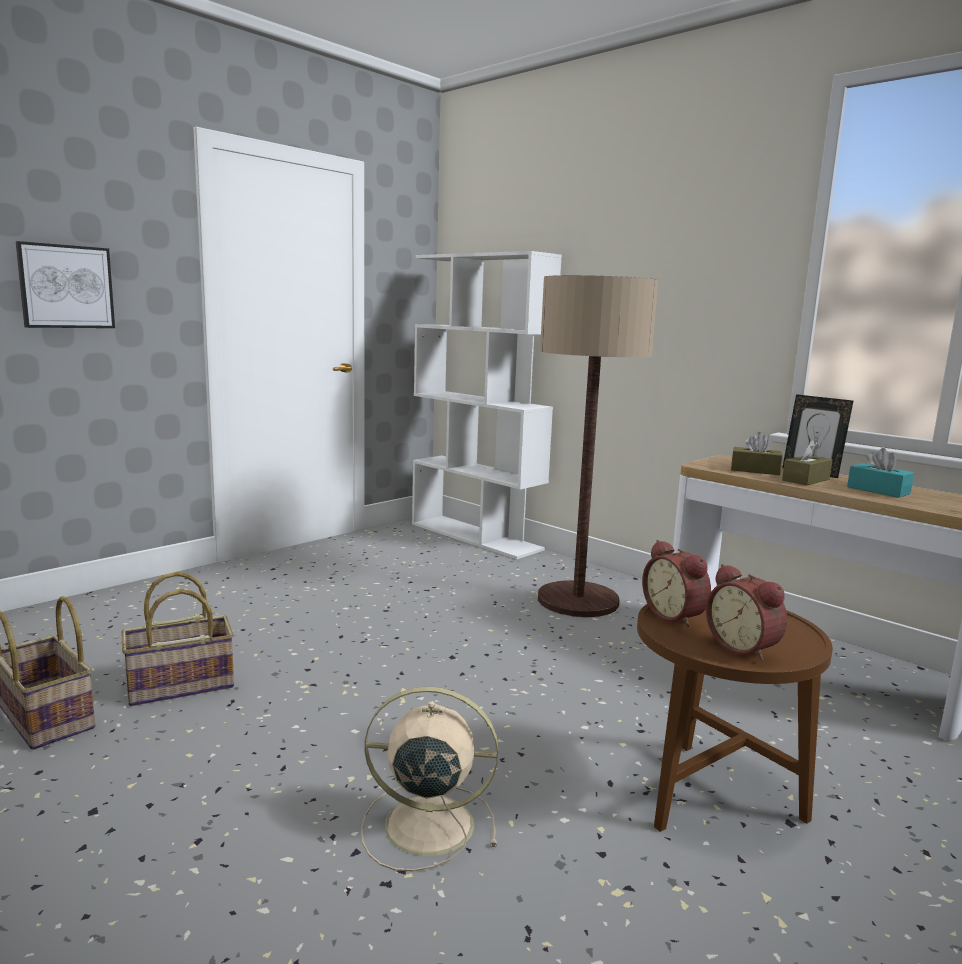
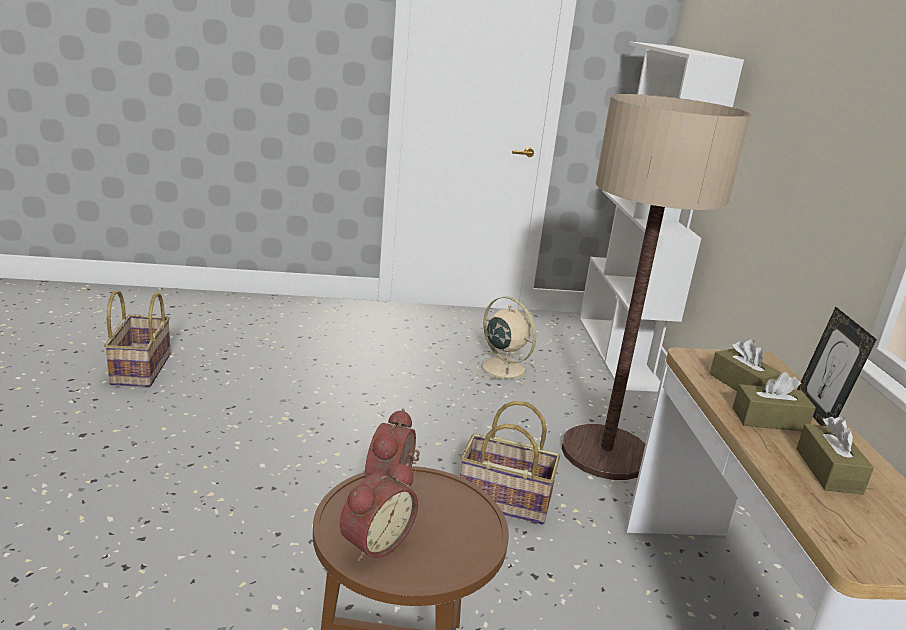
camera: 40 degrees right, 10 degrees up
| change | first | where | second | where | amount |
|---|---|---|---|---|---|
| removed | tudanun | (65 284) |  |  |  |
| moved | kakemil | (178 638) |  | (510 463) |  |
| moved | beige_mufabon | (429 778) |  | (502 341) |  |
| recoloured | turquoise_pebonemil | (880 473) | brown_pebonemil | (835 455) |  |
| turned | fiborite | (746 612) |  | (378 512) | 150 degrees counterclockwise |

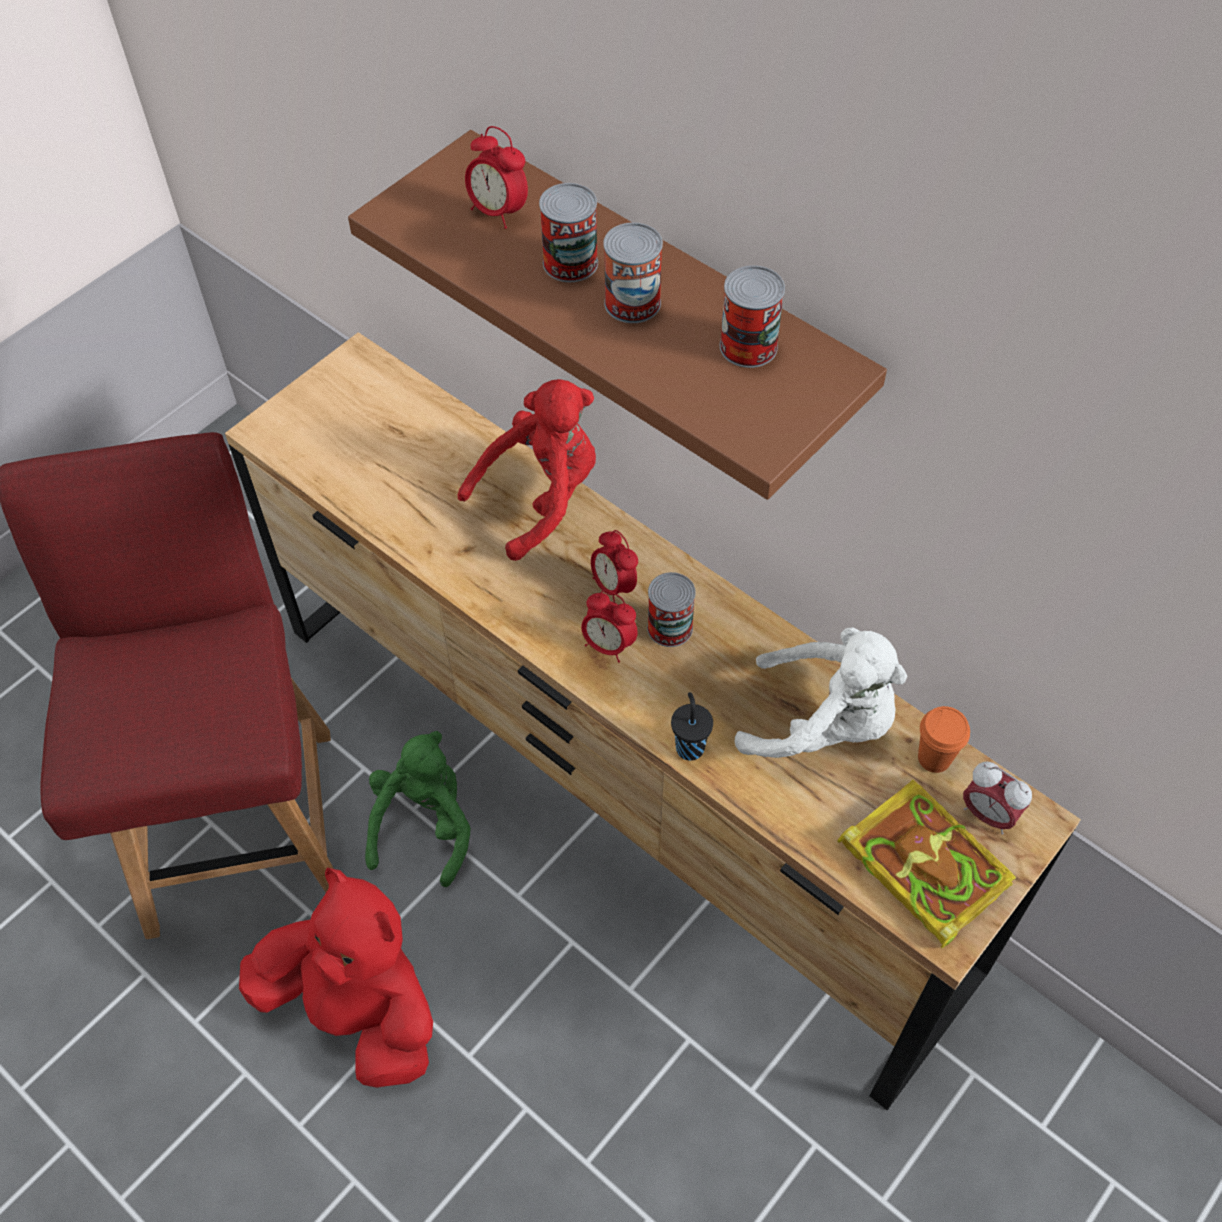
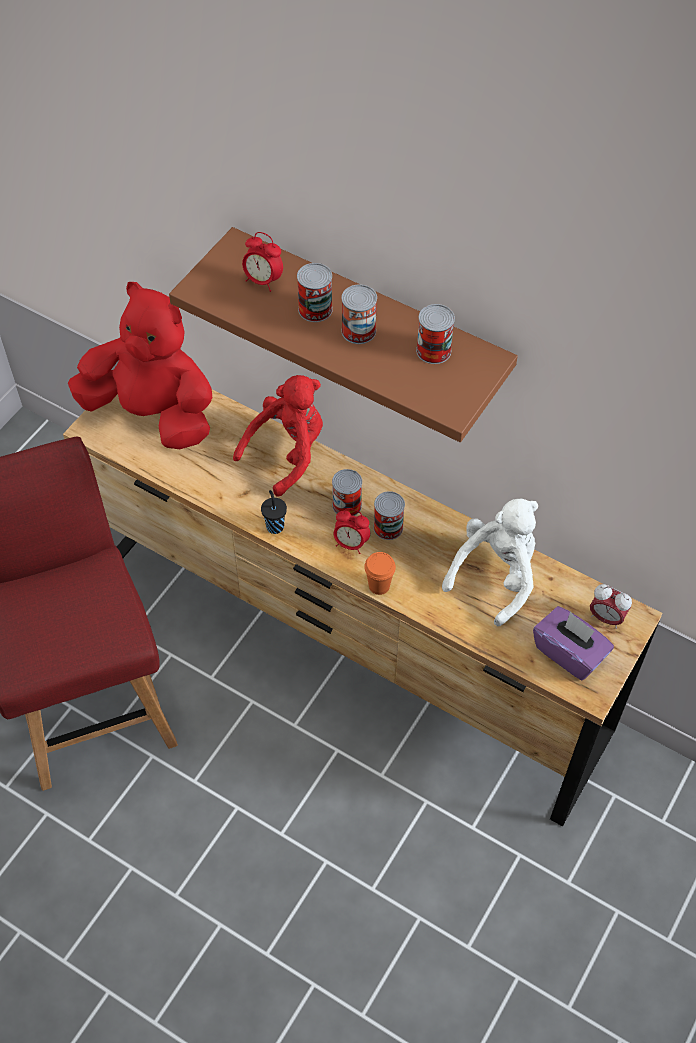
camera: 10 degrees left, 0 degrees up
| change | first | where | second | where | amount |
|---|---|---|---|---|---|
| removed | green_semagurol | (418 809) |  |  |  |
| moved | red_semagurol | (336 978) |  | (140 365) |  |
| moved | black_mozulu | (692 726) |  | (274 512) |  |
| moved | orange_mozulu | (944 739) |  | (380 573) |  |
| replaced | fiborite | (614 566) | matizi | (347 492) |  |
| replaced | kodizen | (926 863) | purple_pebonemil | (573 643) |  |
| turned | white_semagurol | (821 692) |  | (490 562) | 60 degrees counterclockwise |

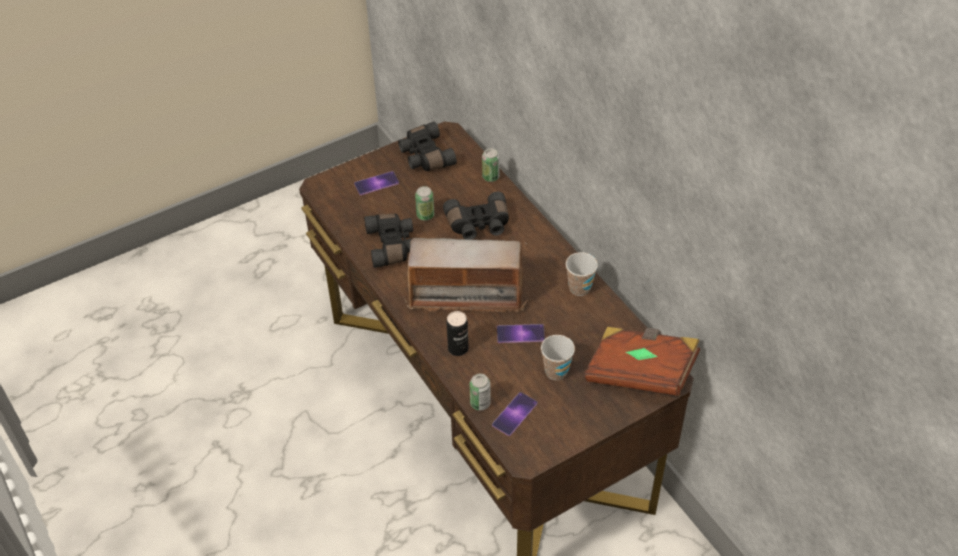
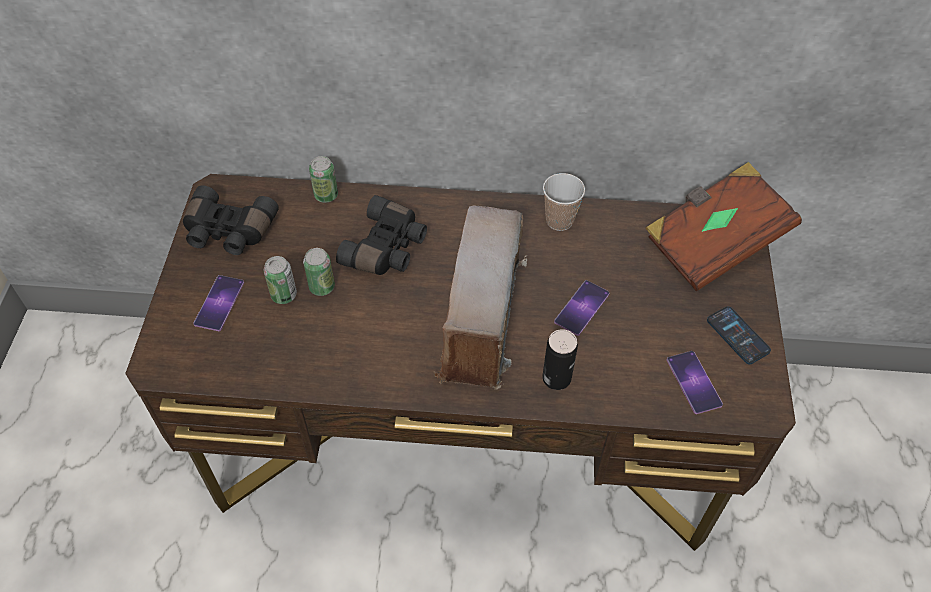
camera: 55 degrees left, 5 degrees up
| change | first | where | second | where | amount |
|---|---|---|---|---|---|
| removed | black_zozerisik | (388 241) |  |  |  |
| removed | mozulu | (558 357) |  |  |  |
| added |  |  | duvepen | (739 335) |  |
| moved | matizi | (480 392) |  | (280 280) |  |
| turned | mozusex | (465 275) |  | (480 298) | 150 degrees clockwise |

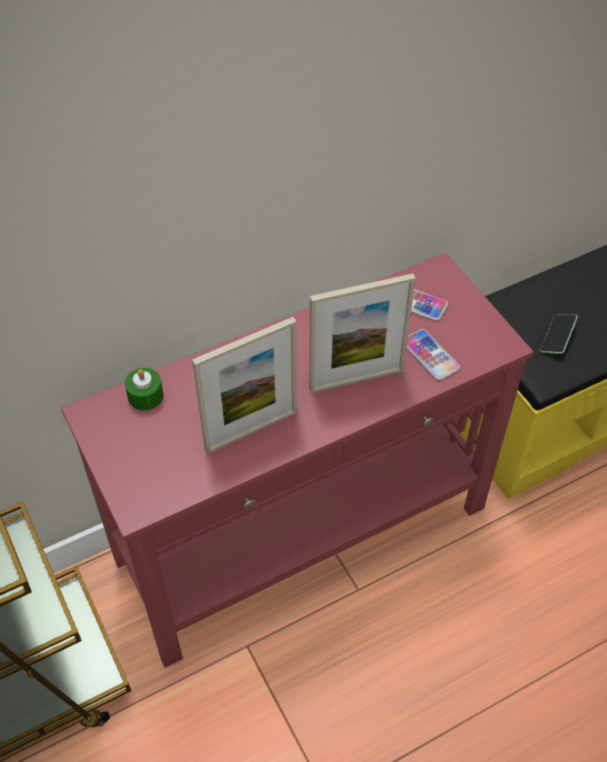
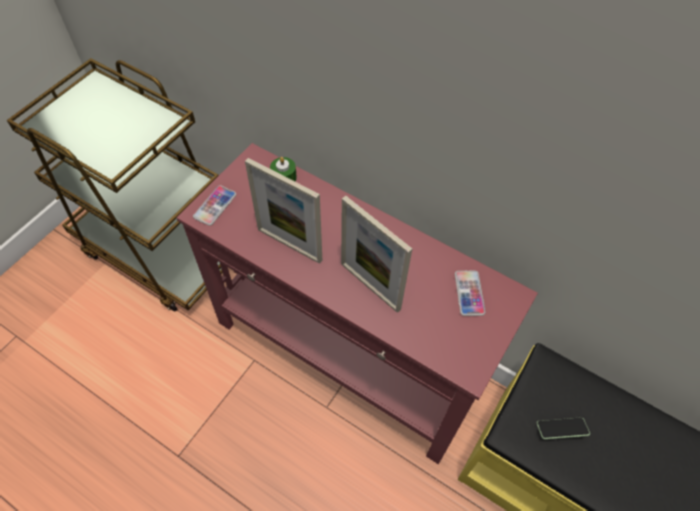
camera: 60 degrees right, 5 degrees up
| change | first | where | second | where | amount |
|---|---|---|---|---|---|
| moved | duvepen | (433 354) |  | (214 205) |  |

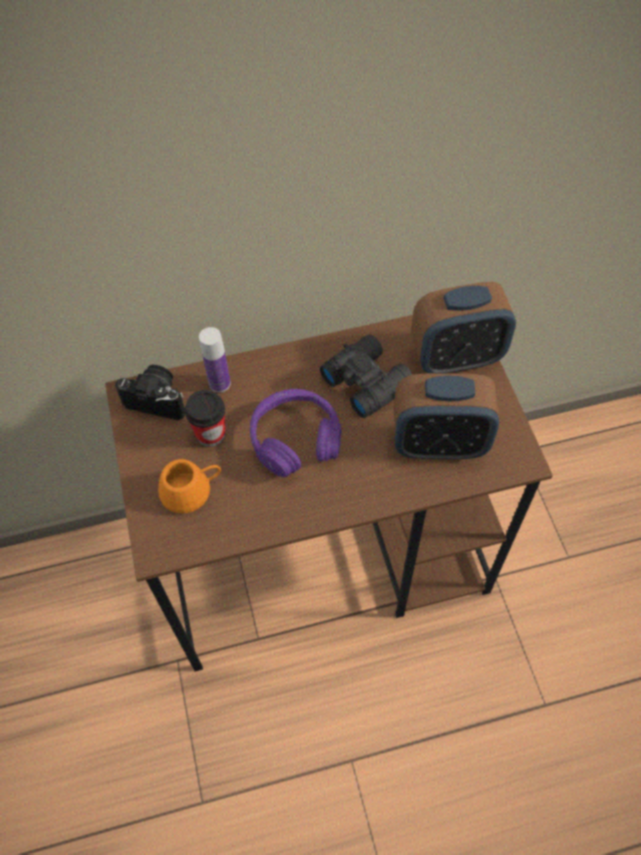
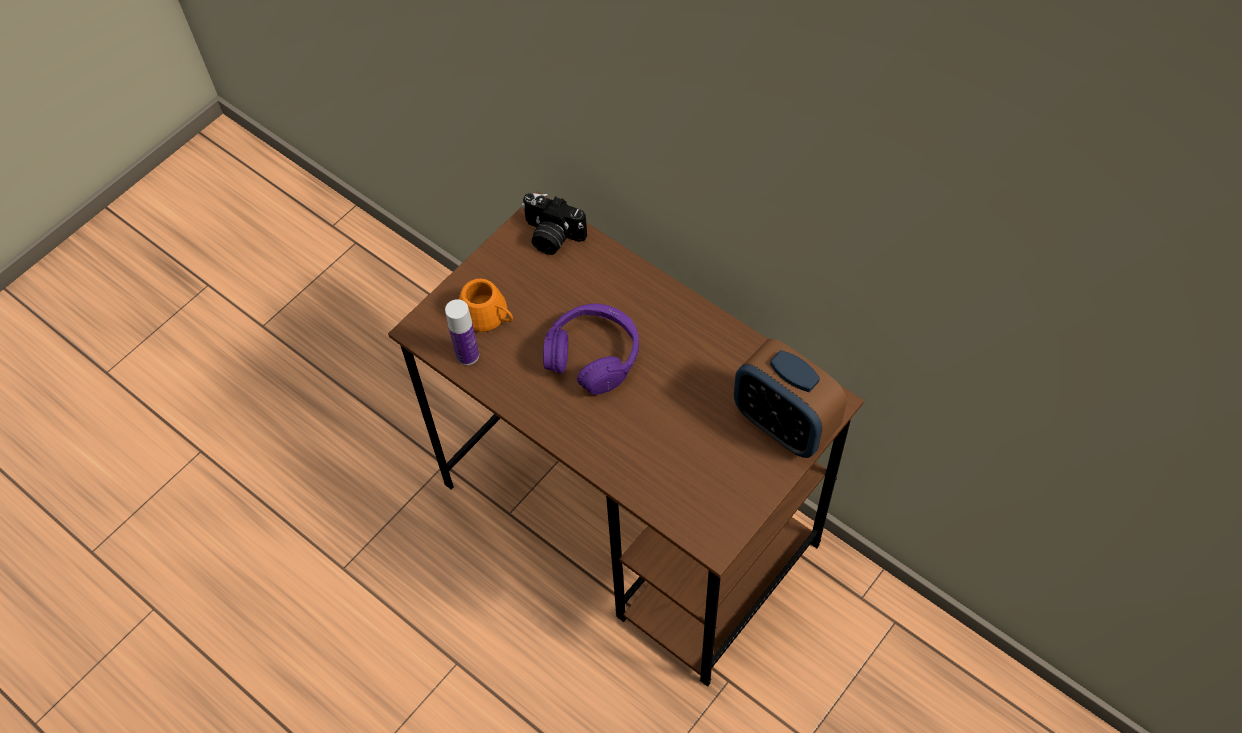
camera: 55 degrees right, 0 degrees up
| change | first | where | second | where | amount |
|---|---|---|---|---|---|
| removed | mozulu | (205 418) |  |  |  |
| removed | black_zozerisik | (366 376) |  |  |  |
| removed | fiborite | (446 416) |  |  |  |
| moved | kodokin | (215 359) |  | (462 332) |  |
| turned | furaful | (150 392) |  | (554 224) | 135 degrees clockwise |

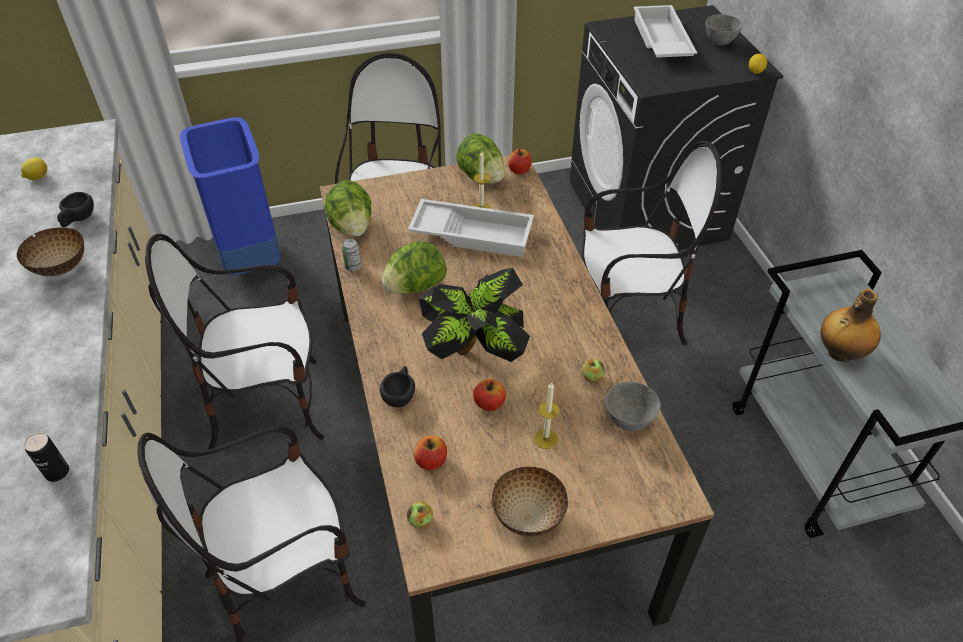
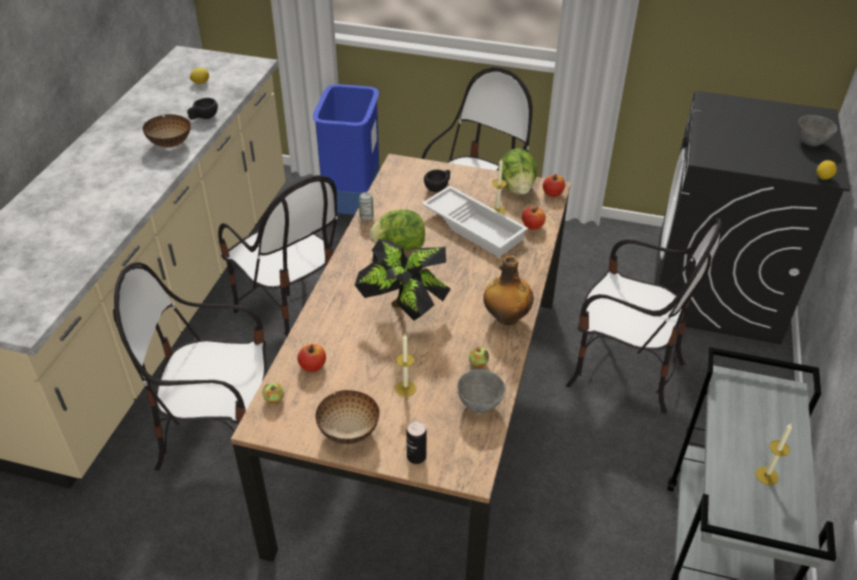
camera: 30 degrees right, 5 degrees down
| change | first | where | second | where | amount |
|---|---|---|---|---|---|
| removed | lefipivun | (347 208) |  |  |  |
| removed | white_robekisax | (665 31) |  |  |  |
| added |  |  | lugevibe | (774 454) |  |
| moved | matizi | (46 457) |  | (416 442) |  |
| moved | black_mozulu | (397 386) |  | (437 180) |  |
| moved | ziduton | (489 395) |  | (534 218) |  |
| moved | kodokin | (850 325) |  | (508 290) |  |
| turned | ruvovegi | (234 342) |  | (278 256) | 150 degrees counterclockwise |

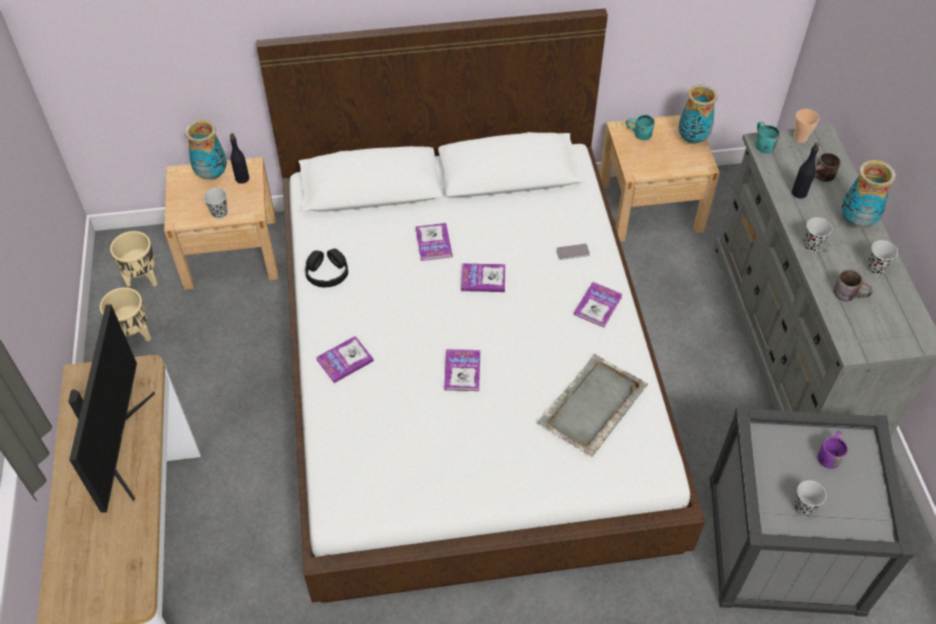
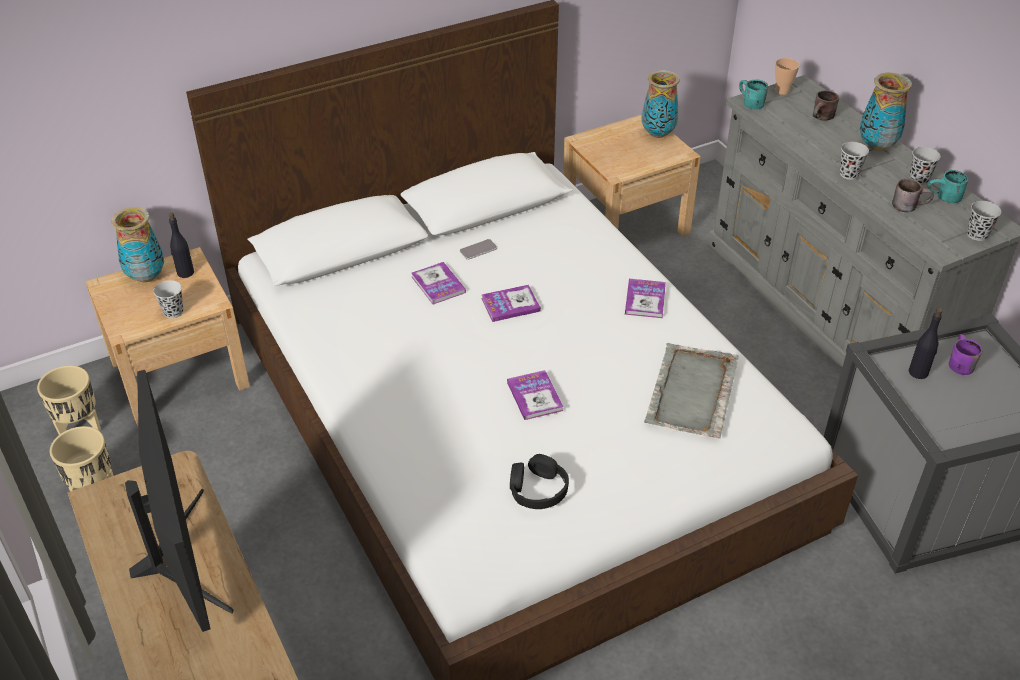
camera: 20 degrees left, 10 degrees down
| change | first | where | second | where | amount |
|---|---|---|---|---|---|
| removed | kodizen | (345 359) |  |  |  |
| moved | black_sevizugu | (326 267) |  | (539 481) |  |
| moved | duvepen | (573 251) |  | (478 249) |  |
| moved | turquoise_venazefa | (640 127) |  | (948 186) |  |
| moved | black_kodokin | (805 170) |  | (925 343) |  |
| moved | black_mozulu | (810 498) |  | (984 221) |  |

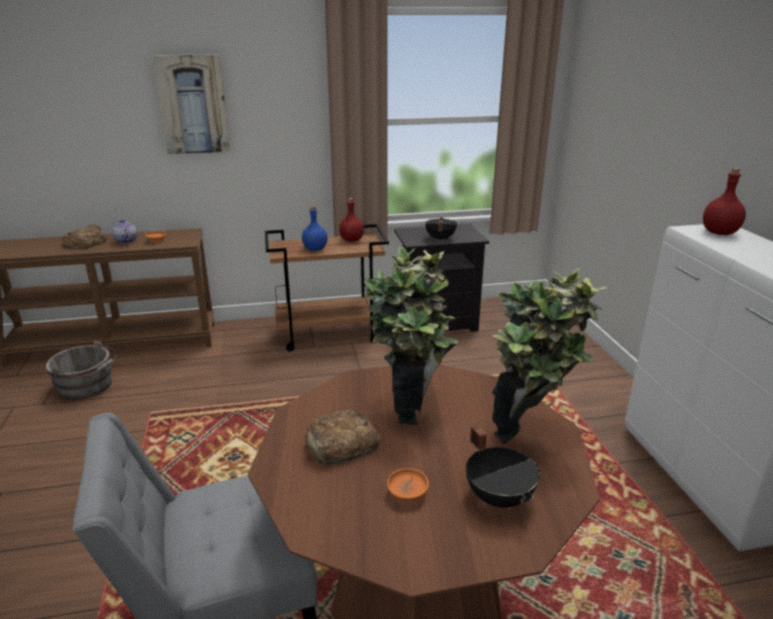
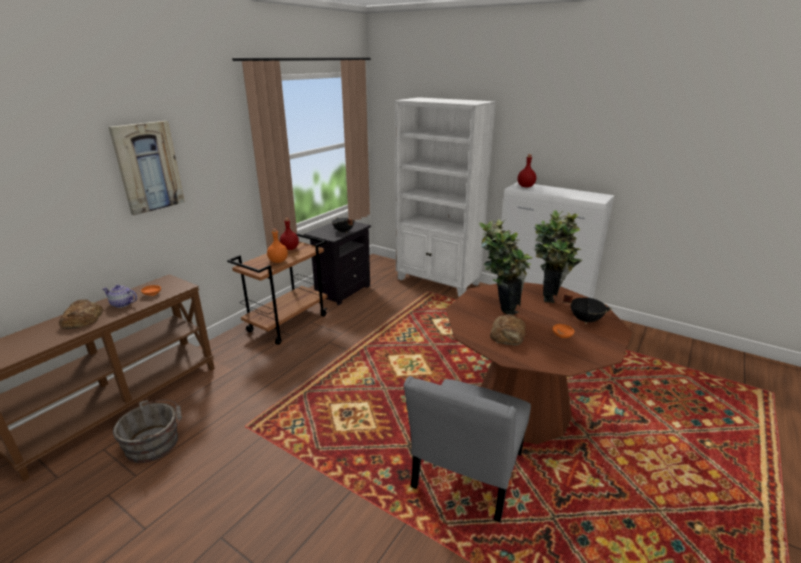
camera: 45 degrees left, 0 degrees up
| change | first | where | second | where | amount |
|---|---|---|---|---|---|
| added |  |  | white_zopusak | (445 197) |  |
| recoloured | blue_kodokin | (315 228) | orange_kodokin | (277 246) |  |

